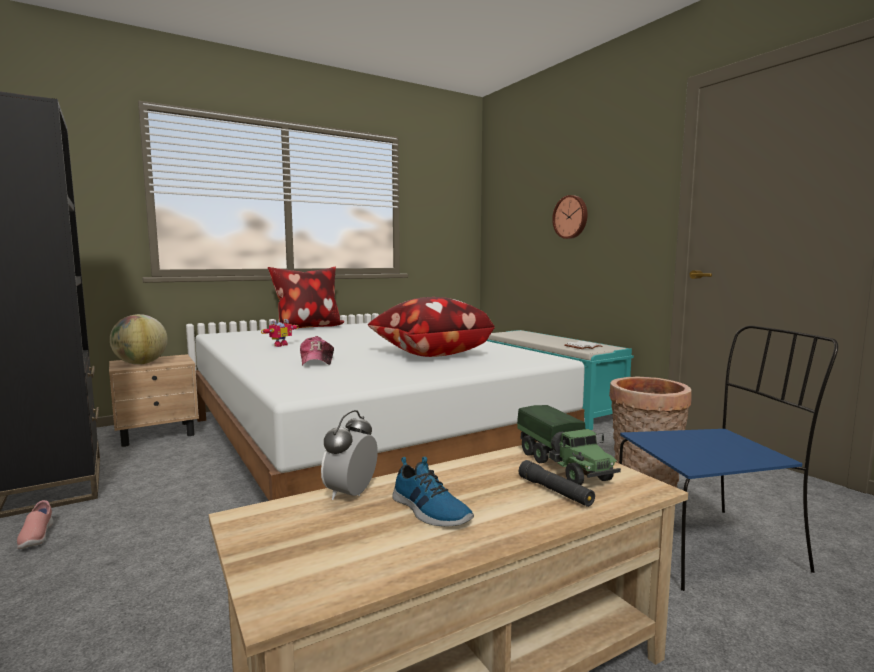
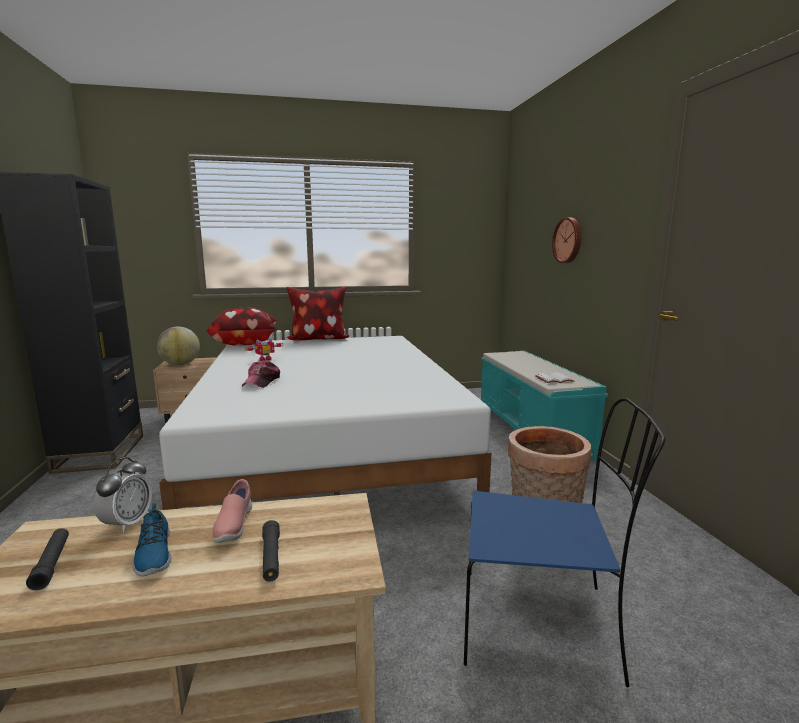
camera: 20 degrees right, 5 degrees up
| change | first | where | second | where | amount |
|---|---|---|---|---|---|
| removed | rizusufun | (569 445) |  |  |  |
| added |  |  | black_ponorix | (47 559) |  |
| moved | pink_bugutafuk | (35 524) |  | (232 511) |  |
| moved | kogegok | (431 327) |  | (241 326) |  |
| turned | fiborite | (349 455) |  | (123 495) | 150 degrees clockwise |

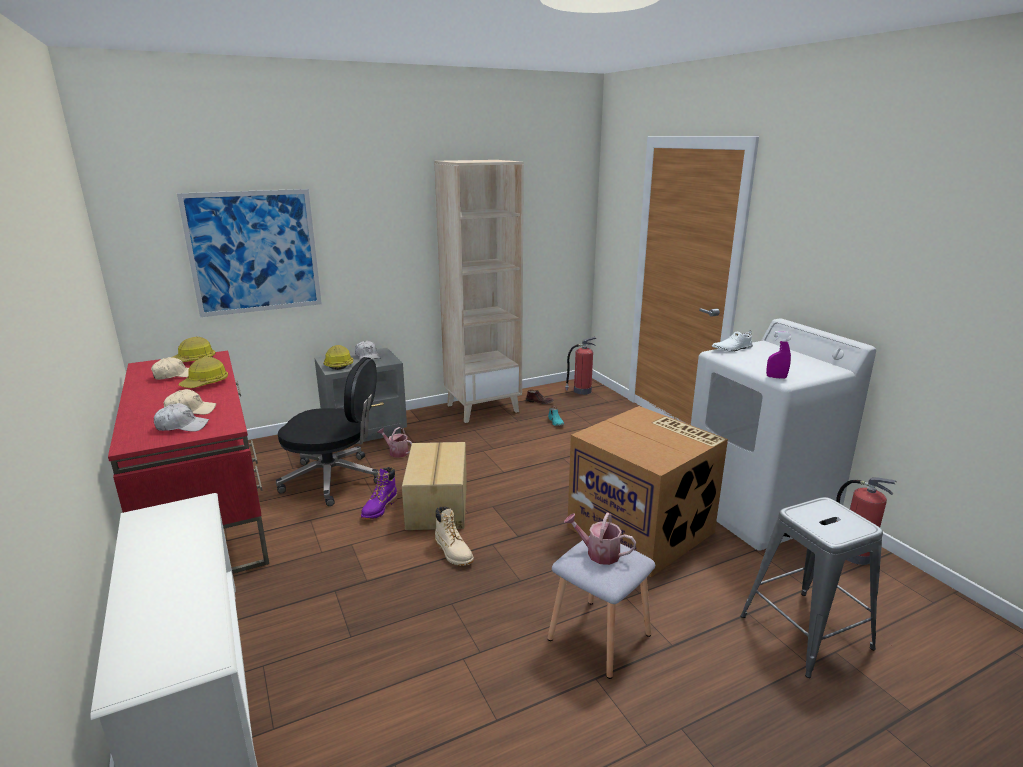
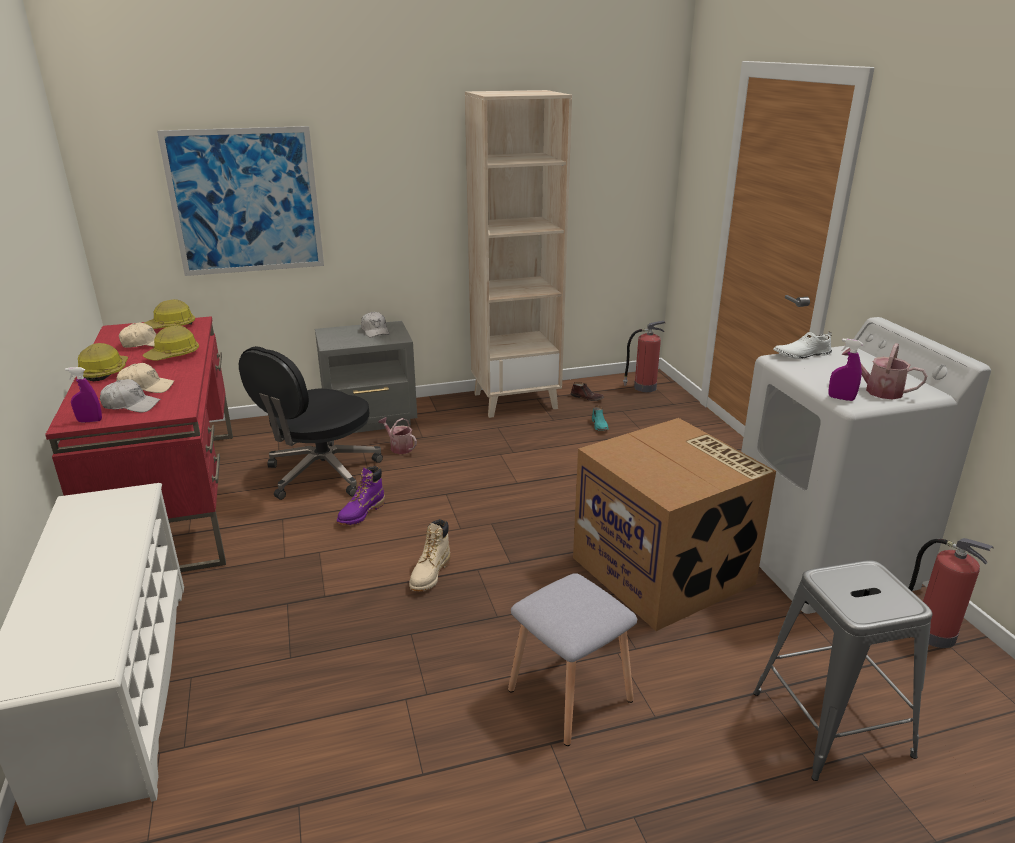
camera: 10 degrees right, 5 degrees up
| change | first | where | second | where | amount |
|---|---|---|---|---|---|
| removed | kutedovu | (434 486) |  |  |  |
| added |  |  | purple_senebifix | (83 394) |  |
| moved | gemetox | (338 357) |  | (103 362) |  |
| moved | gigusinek | (600 539) |  | (885 371) |  |
| turned | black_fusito | (327 431) |  | (311 423) | 105 degrees clockwise |
| turned | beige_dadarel | (454 536) |  | (429 555) | 45 degrees clockwise |

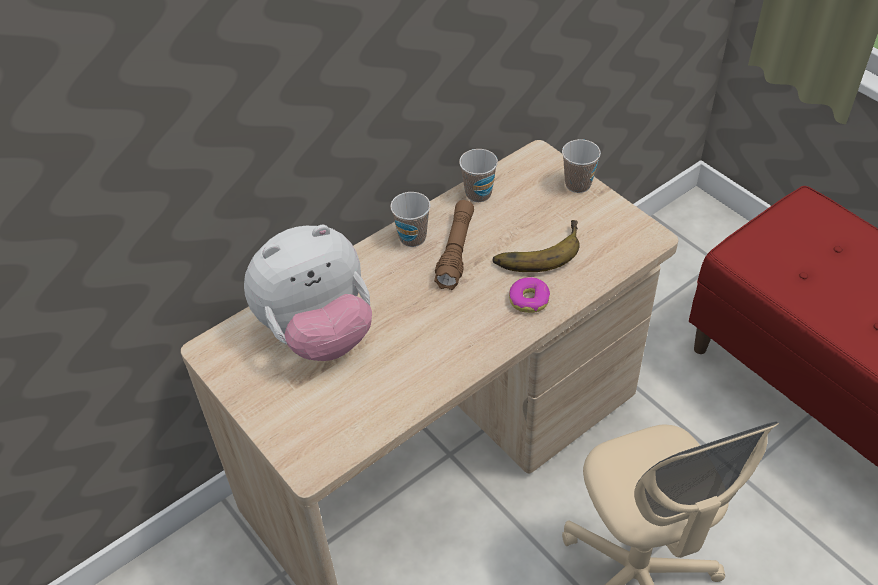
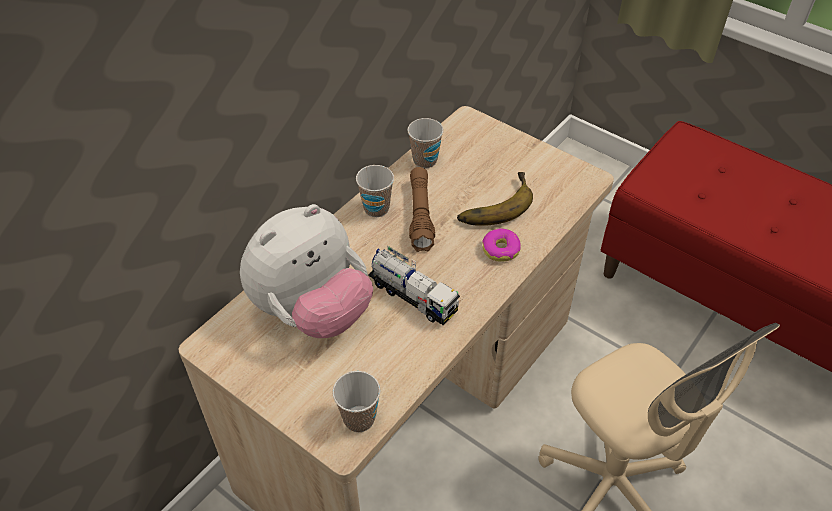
camera: 15 degrees left, 0 degrees up
| change | first | where | second | where | amount |
|---|---|---|---|---|---|
| added |  |  | rizusufun | (414 285) |  |
| moved | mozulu | (581 166) |  | (356 401) |  |

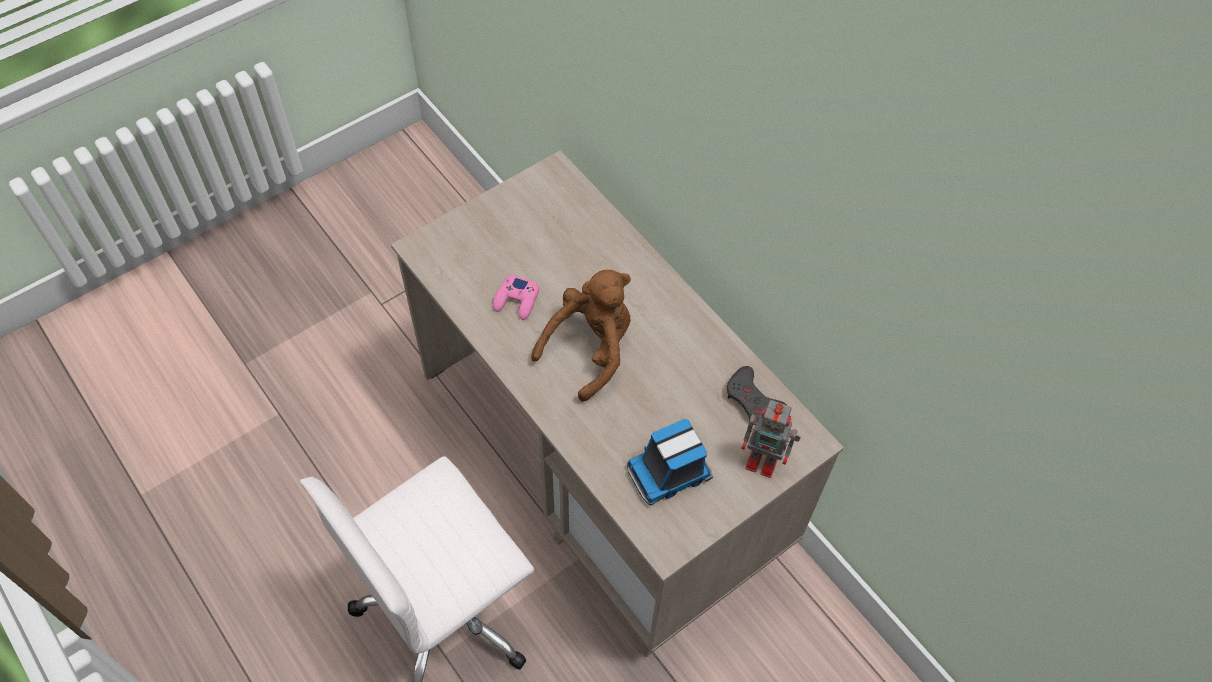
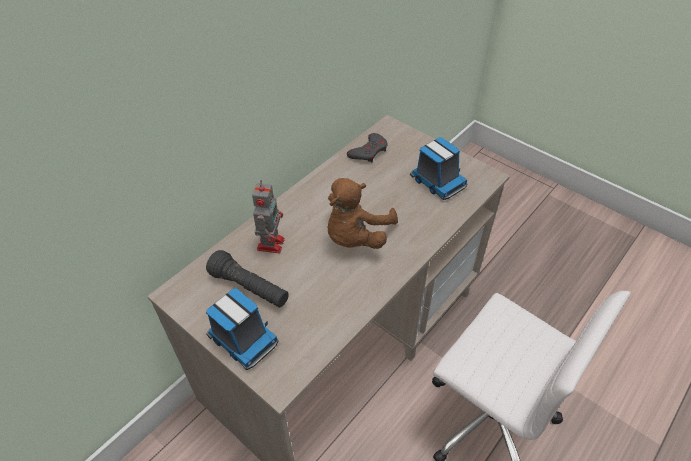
camera: 100 degrees left, 10 degrees down
| change | first | where | second | where | amount |
|---|---|---|---|---|---|
| removed | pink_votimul | (516 297) |  |  |  |
| added |  |  | black_ponorix | (247 279) |  |
| added |  |  | rizusufun | (242 329) |  |
| moved | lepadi | (771 439) |  | (268 216) |  |
| turned | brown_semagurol | (581 336) |  | (363 213) | 90 degrees counterclockwise |

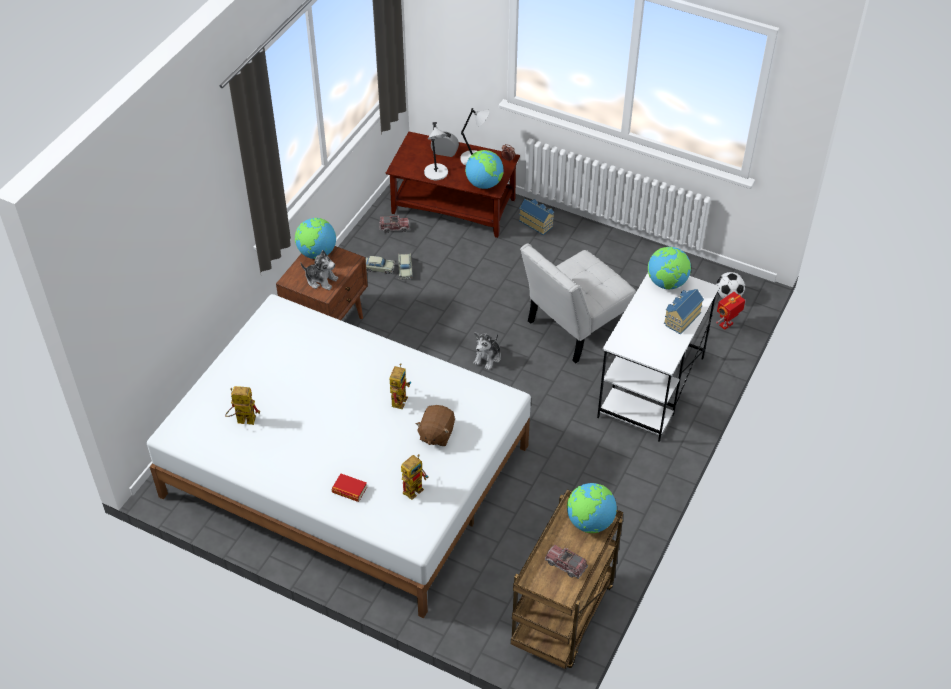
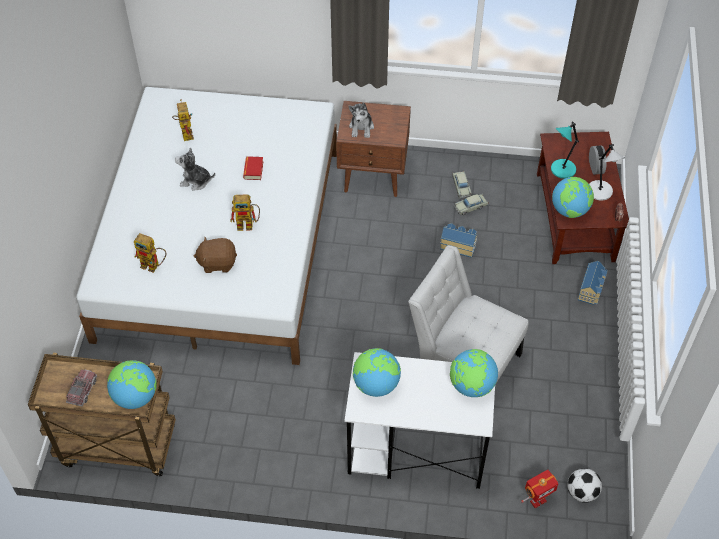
camera: 70 degrees right, 5 degrees up
| change | first | where | second | where | amount |
|---|---|---|---|---|---|
| removed | rizusufun | (394 224) |  |  |  |
| moved | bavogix | (315 238) |  | (377 372) |  |
| moved | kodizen | (349 488) |  | (253 168) |  |
| moved | semagurol | (487 351) |  | (195 169) |  |
| moved | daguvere | (684 311) |  | (459 240) |  |
| recoloured | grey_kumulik | (436 151) | turquoise_kumulik | (565 150) |  |
| turned | lepadi | (730 311) |  | (540 489) | 120 degrees clockwise |

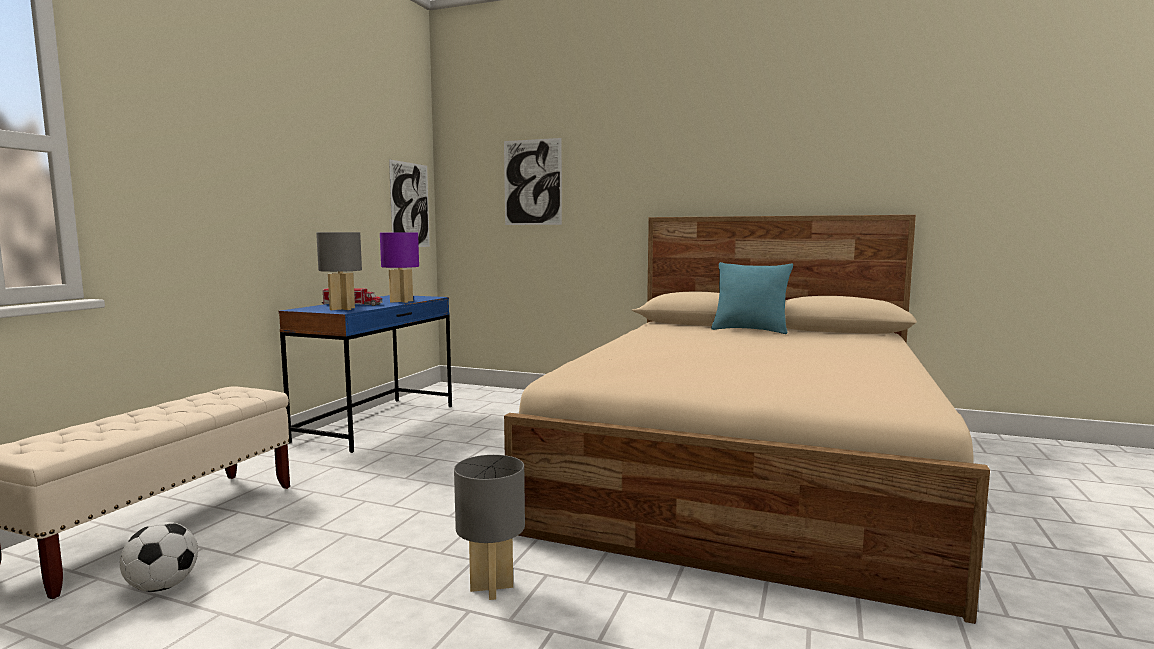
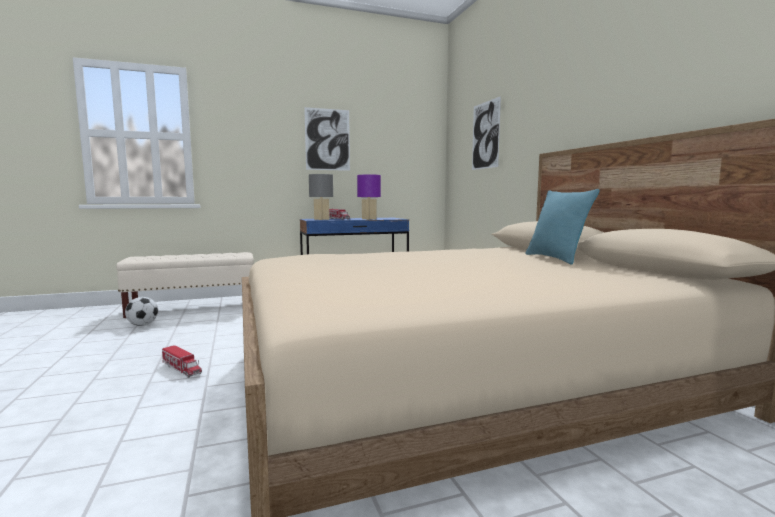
camera: 50 degrees right, 0 degrees up
| change | first | where | second | where | amount |
|---|---|---|---|---|---|
| moved | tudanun | (409 203) |  | (327 139) |  |
| replaced | grey_kumulik | (489 527) | rizusufun | (182 361) |  |

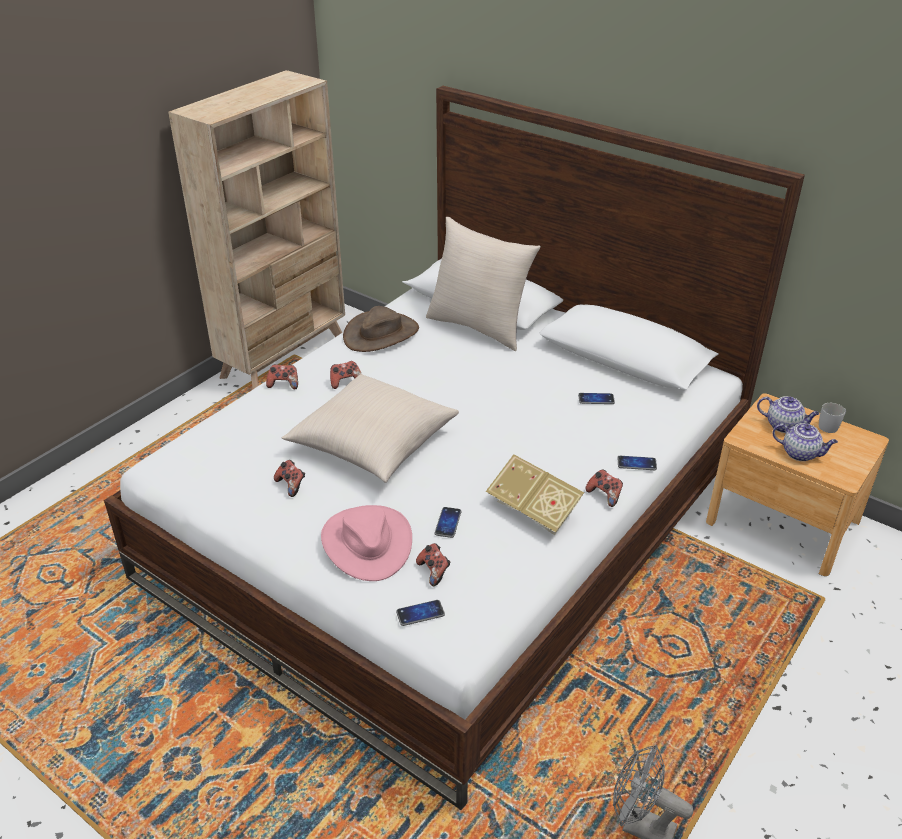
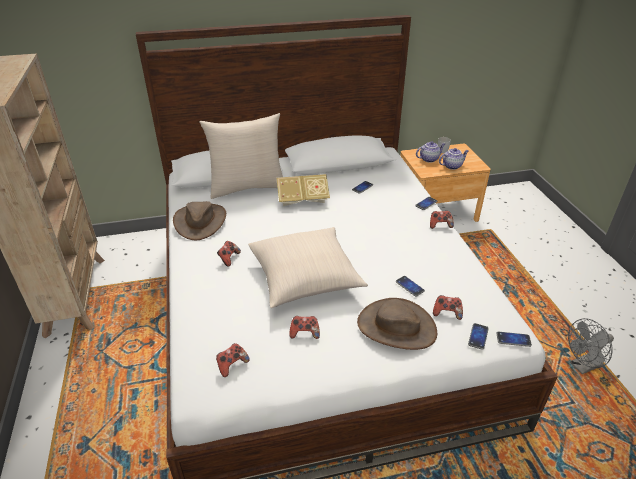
camera: 50 degrees left, 0 degrees up
| change | first | where | second | where | amount |
|---|---|---|---|---|---|
| added |  |  | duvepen | (514 339) |  |
| moved | votimul | (282 376) |  | (233 360) |  |
| moved | kodizen | (535 494) |  | (303 190) |  |
| recoloured | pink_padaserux | (366 543) | brown_padaserux | (397 324) |  |

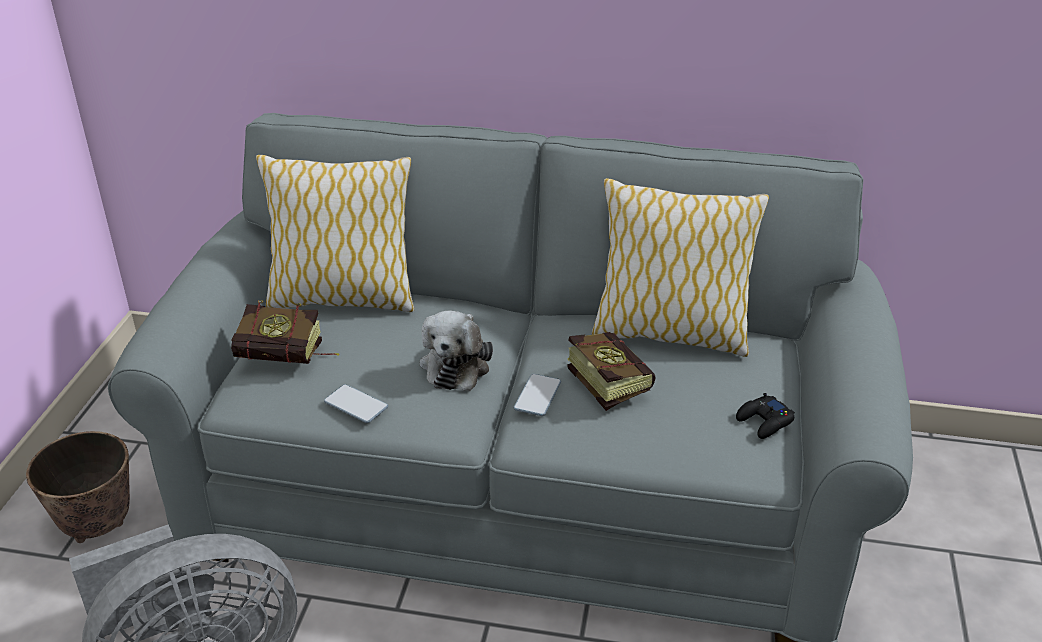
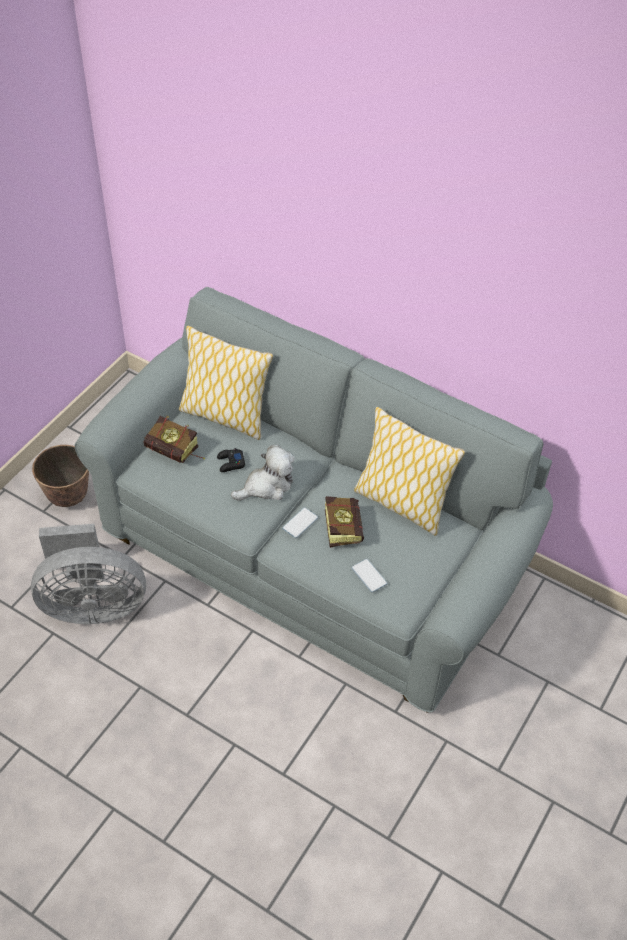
camera: 20 degrees right, 15 degrees up
| change | first | where | second | where | amount |
|---|---|---|---|---|---|
| moved | duvepen | (356 403) |  | (369 576) |  |
| moved | black_votimul | (765 416) |  | (231 460) |  |
| turned | semagurol | (456 350) |  | (263 472) | 150 degrees counterclockwise |

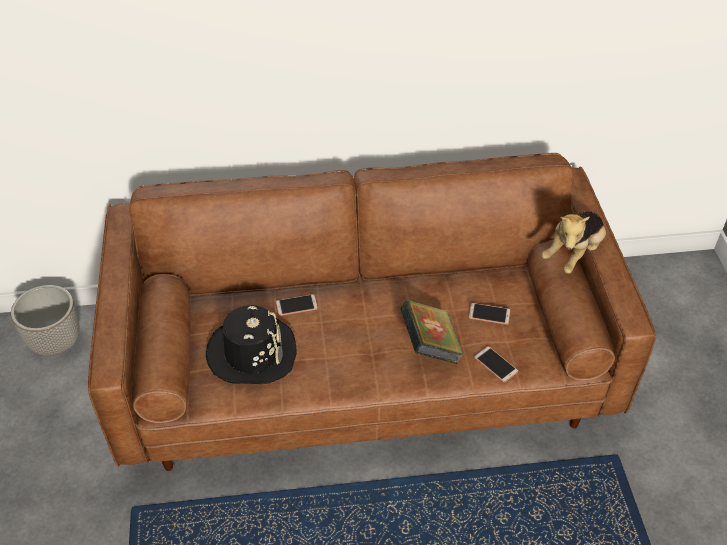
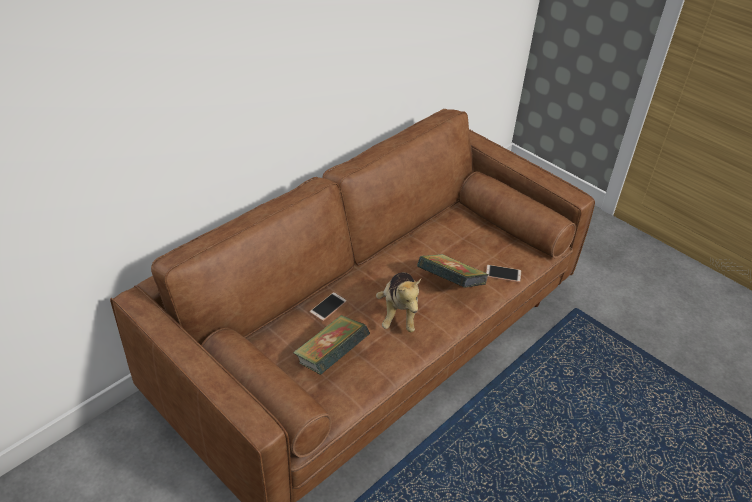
camera: 40 degrees left, 5 degrees down
| change | first | where | second | where | amount |
|---|---|---|---|---|---|
| removed | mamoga | (45 320) |  |  |  |
| removed | duvepen | (490 314) |  |  |  |
| moved | semagurol | (574 242) |  | (398 302) |  |
| replaced | black_padaserux | (251 344) | kodizen | (331 345) |  |

